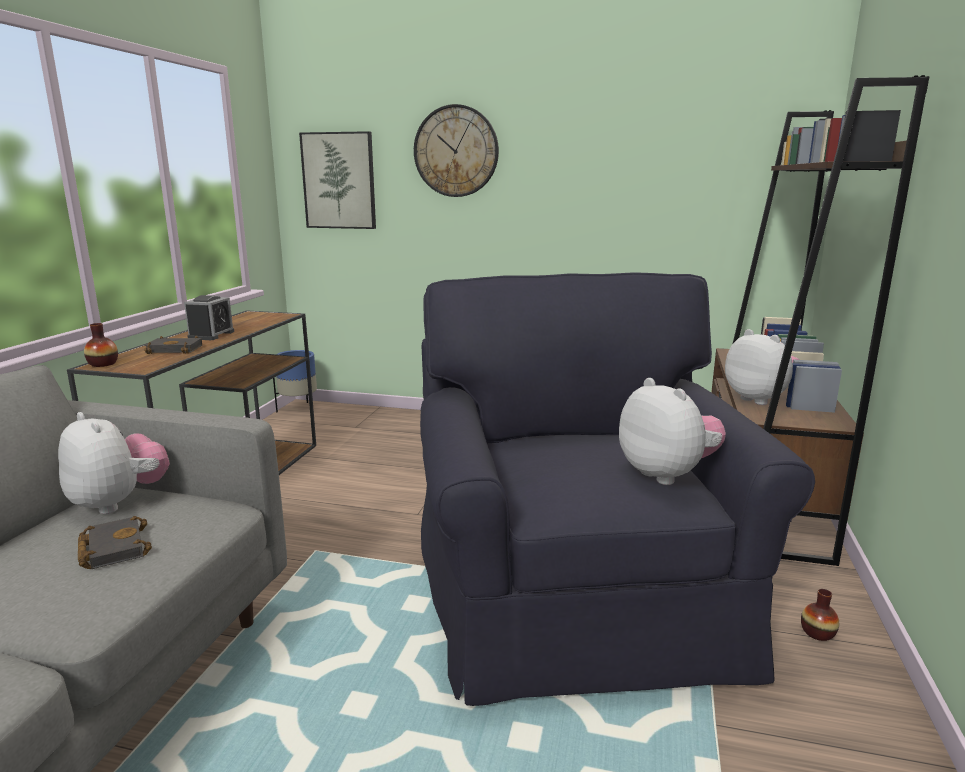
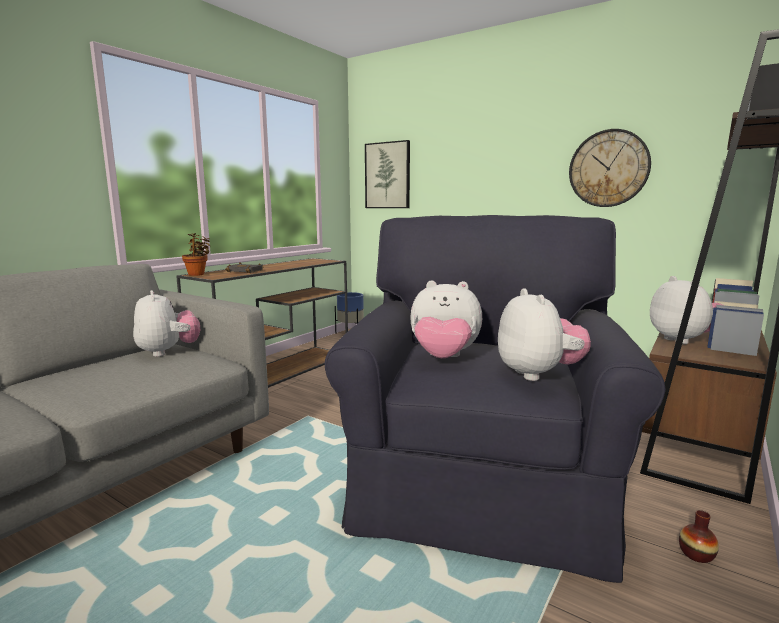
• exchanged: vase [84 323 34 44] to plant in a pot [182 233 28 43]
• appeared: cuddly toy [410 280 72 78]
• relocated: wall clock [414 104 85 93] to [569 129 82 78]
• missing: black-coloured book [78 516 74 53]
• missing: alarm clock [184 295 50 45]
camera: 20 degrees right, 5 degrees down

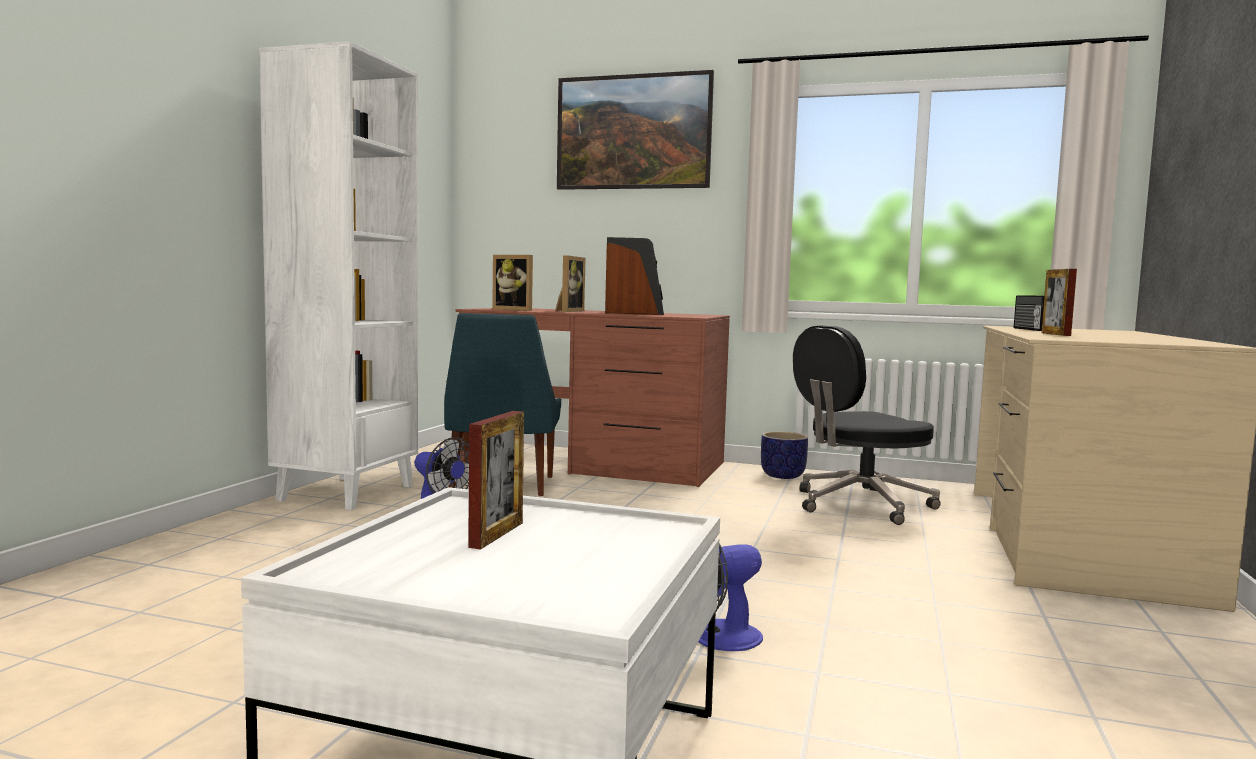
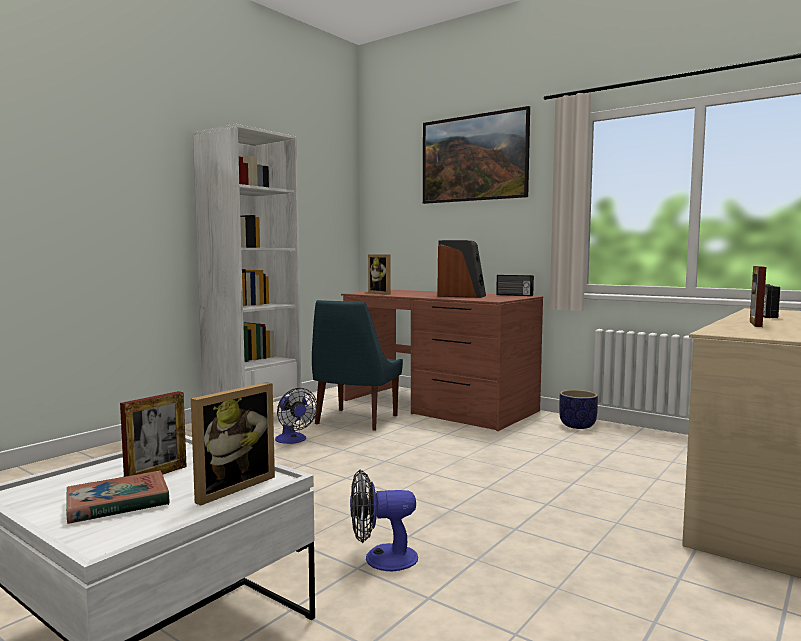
• appeared: book [66 470 104 54]
• relocated: photo frame [555 255 31 57] to [191 382 84 124]
• appeared: radio set [496 275 38 21]
• missing: black-coloured desk chair [793 325 148 200]
camera: 20 degrees right, 0 degrees up

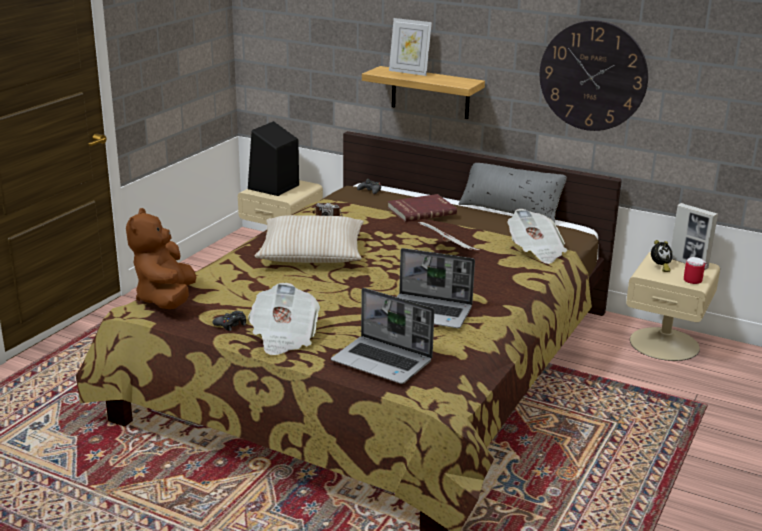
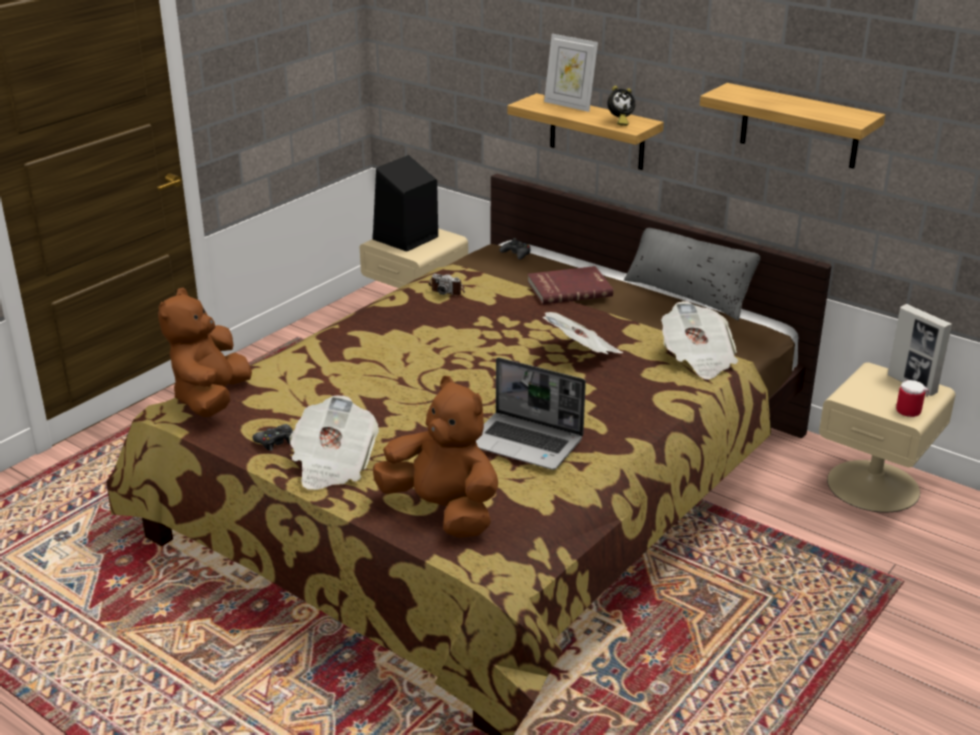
• exchanged: laptop [331 288 103 96] to brownish cuddly toy [373 376 125 162]
• relocated: alarm clock [651 240 22 32] to [608 86 27 40]
• exchanged: wall clock [540 21 108 110] to wall shelf [700 83 185 86]
• missing: beige-coloured pillow [255 215 109 48]
camera: 10 degrees right, 5 degrees up

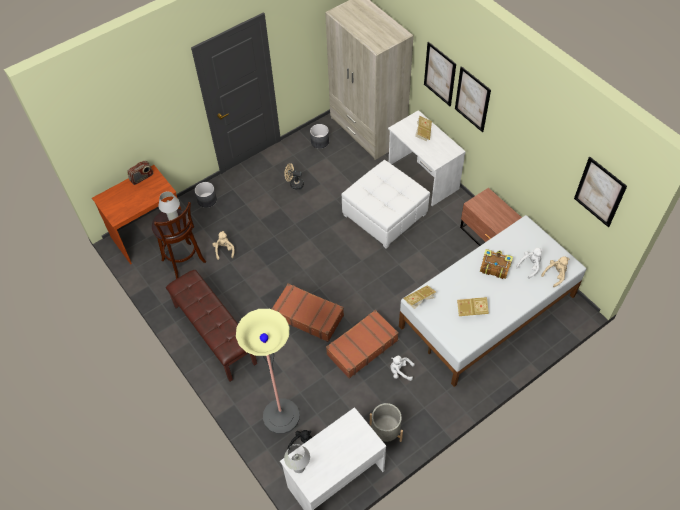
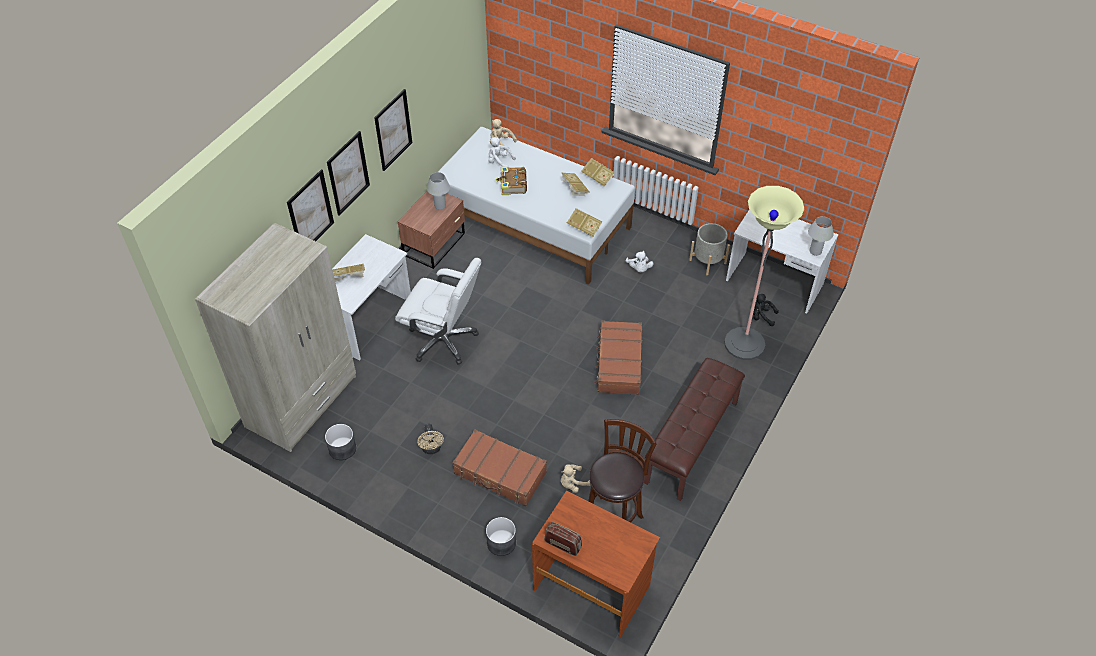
• relocated: picture [574 157 53 70] to [374 89 38 82]
• exchanged: white-coloured ottoman [342 160 88 89] to white-coloured desk chair [395 258 86 106]
• relocated: white-coloured table lamp [159 191 21 30] to [427 172 23 38]
• relocated: brownish suitcase [326 310 73 69] to [453 429 94 77]
• appeared: book [581 158 34 29]
camera: 115 degrees left, 5 degrees down

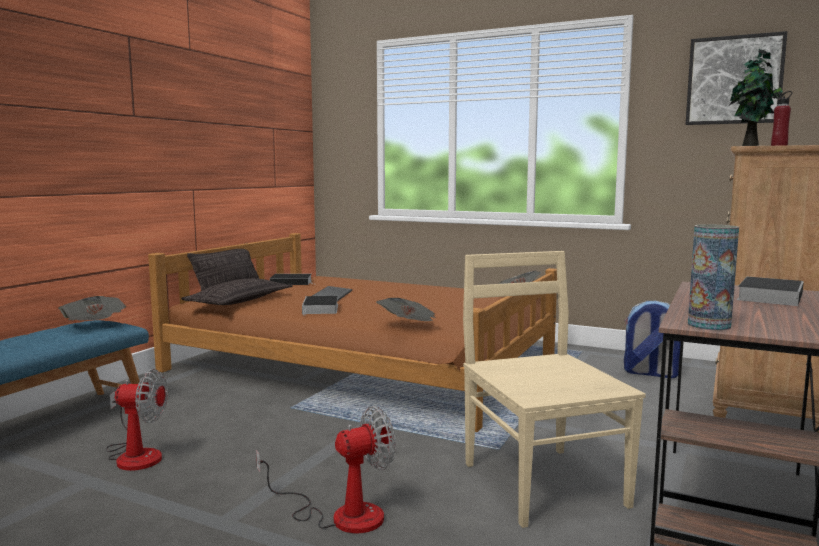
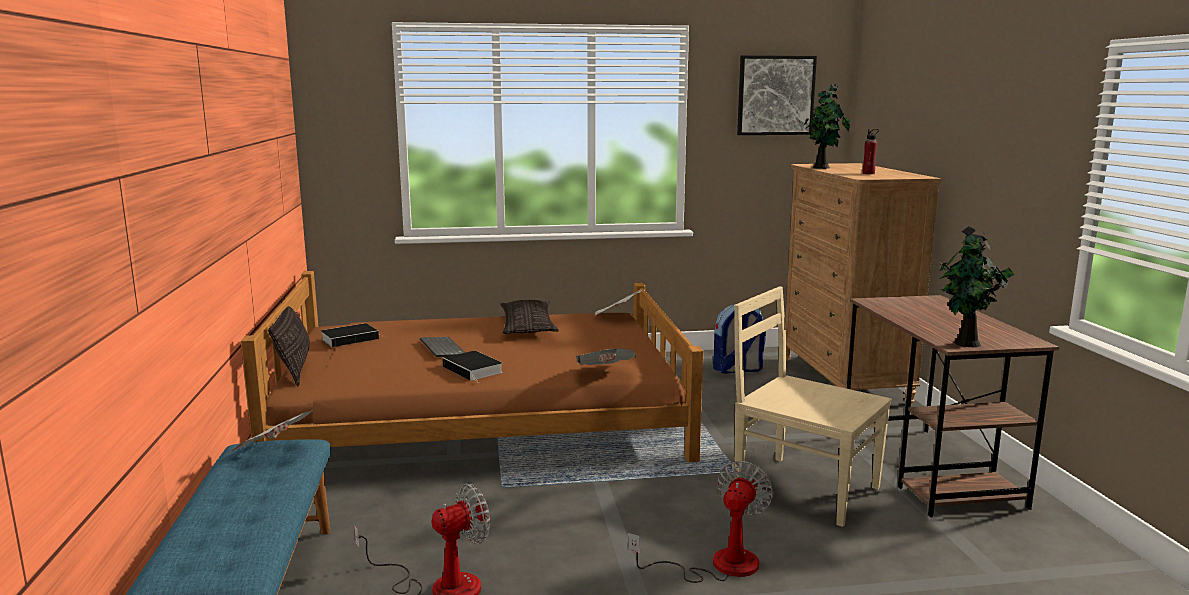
• relocated: pillow [181 278 111 27] to [500 300 59 34]
• exchanged: vase [688 224 51 107] to plant in a pot [939 226 76 121]
• missing: book [737 277 67 29]
camera: 35 degrees left, 5 degrees up

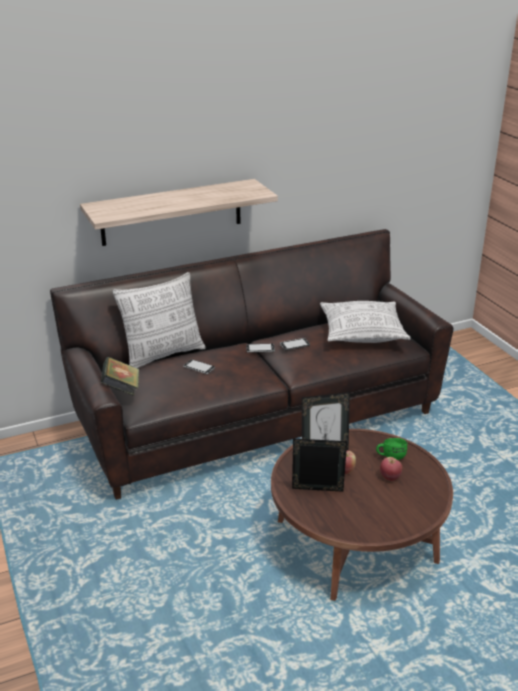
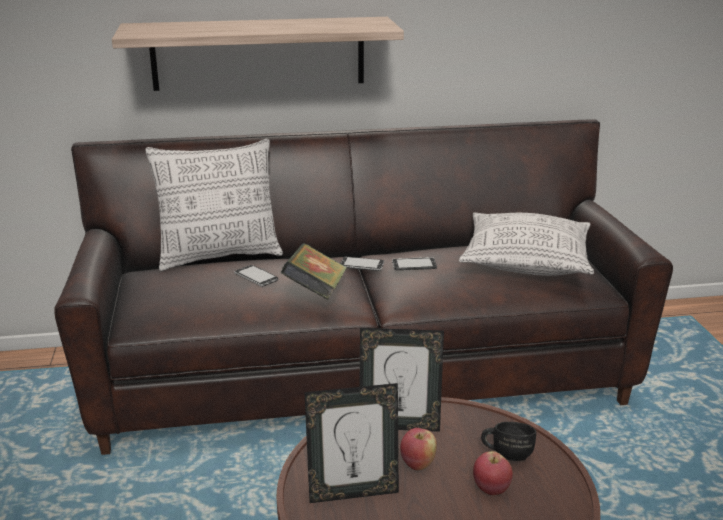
• relocated: book [101 357 38 39] to [281 243 66 57]
• spun: photo frame [292 438 55 54] = [304 383 95 120] 150 degrees clockwise
• colour: greenish mug [376 438 31 22] to black-coloured mug [481 422 55 39]
camera: 15 degrees right, 5 degrees down

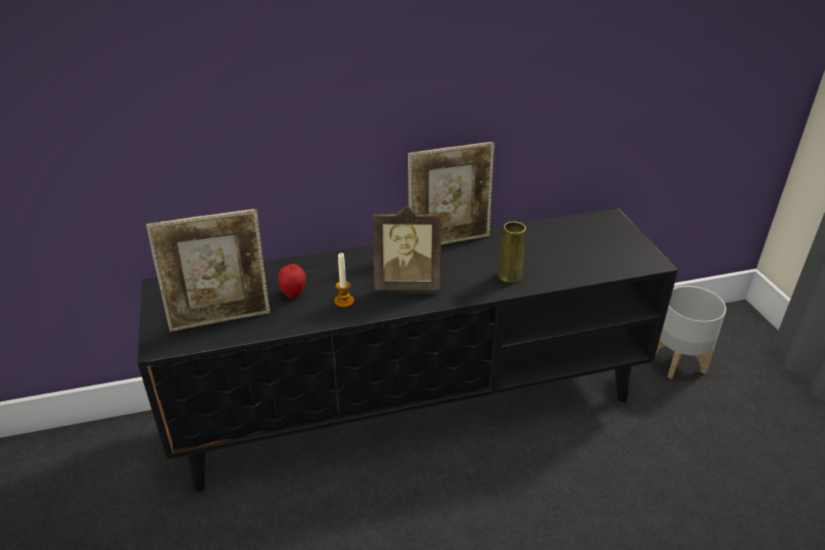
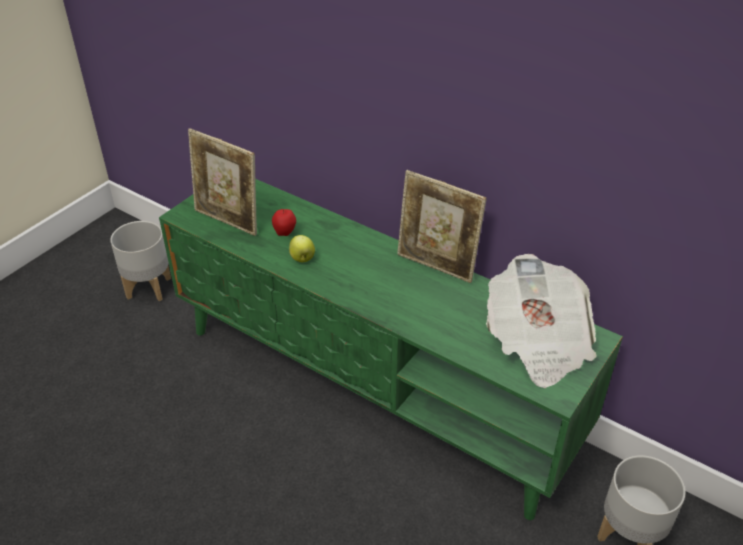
• appeared: grey planter [110 221 61 80]
• colour: black-coloured tv unit [137 208 541 284] to greenish tv unit [159 179 464 341]
• exchanged: wax candle [334 253 20 55] to whole apple [289 235 26 27]
• appeared: newspaper [486 254 110 134]
• missing: photo frame [373 206 69 85]
• missing: yellowish vase [498 221 28 62]
camera: 50 degrees right, 5 degrees up

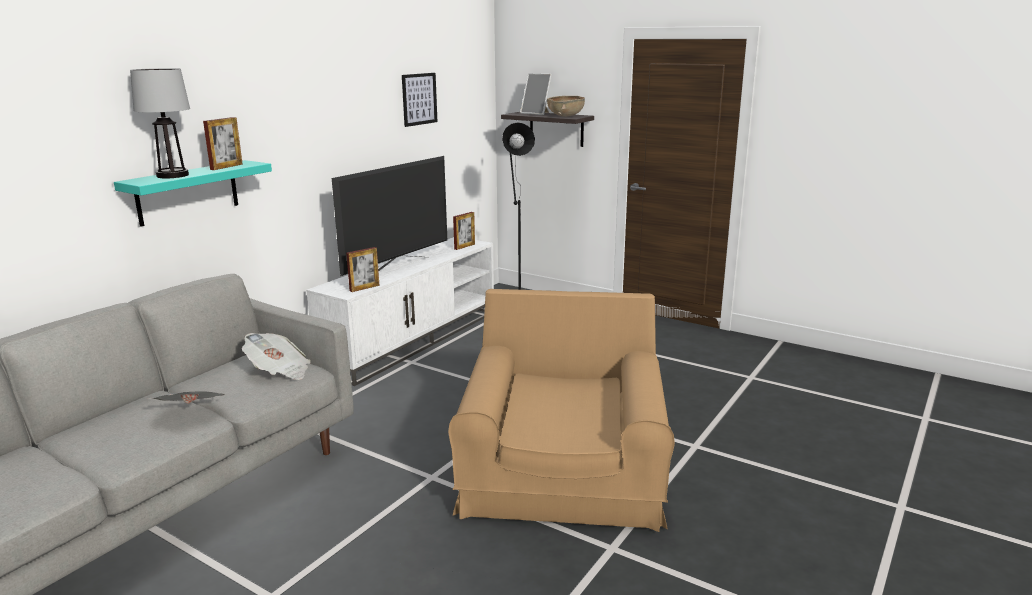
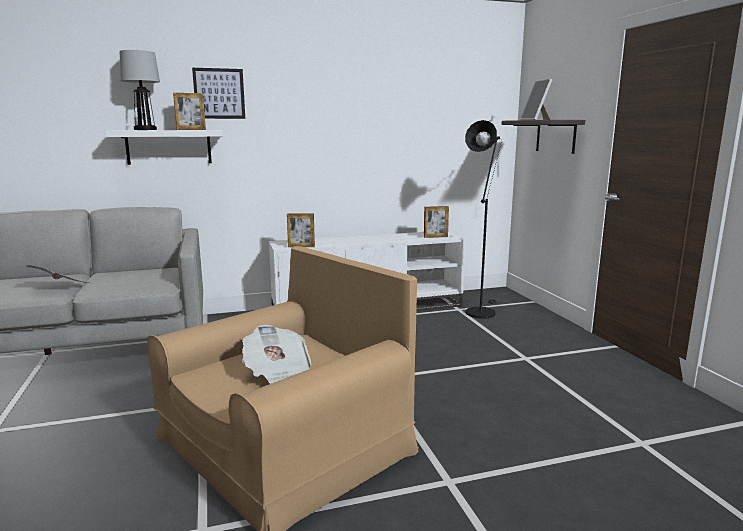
• colour: blue-green wall shelf [114 160 158 67] to white-coloured wall shelf [105 130 118 35]
• relocated: picture [402 73 36 54] to [192 68 53 51]
• relocated: newspaper [242 333 69 47] to [242 325 70 59]
• missing: TV [332 156 115 120]
• missing: brownish serving bowl [547 96 38 21]
camera: 40 degrees right, 5 degrees down

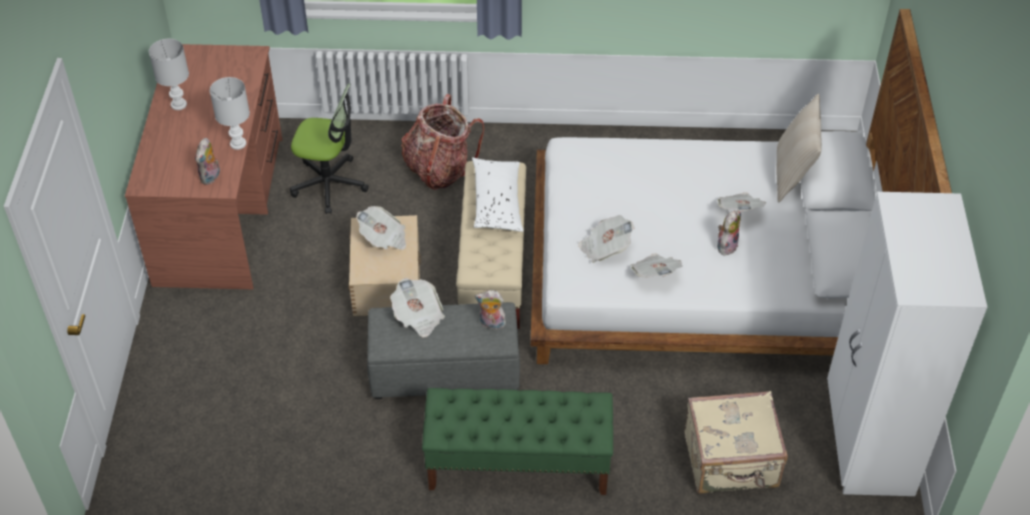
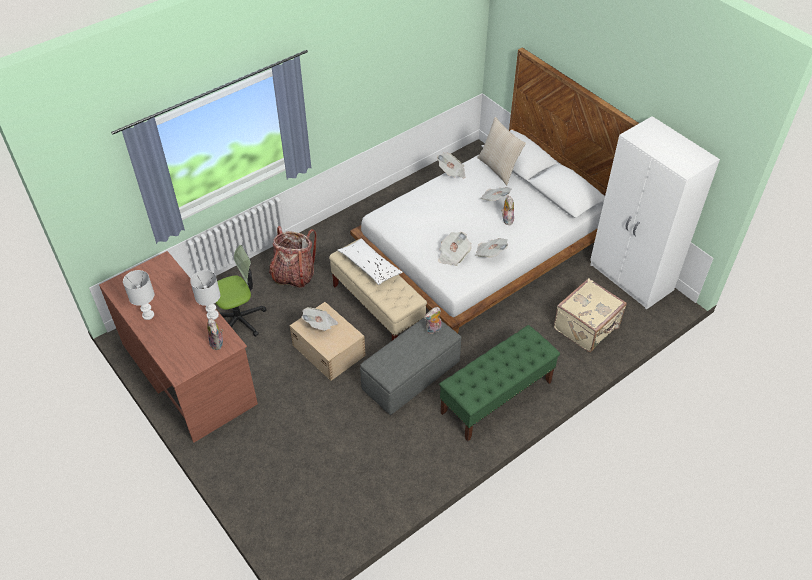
• relocated: newspaper [390 278 55 59] to [437 153 29 25]
camera: 40 degrees left, 0 degrees up

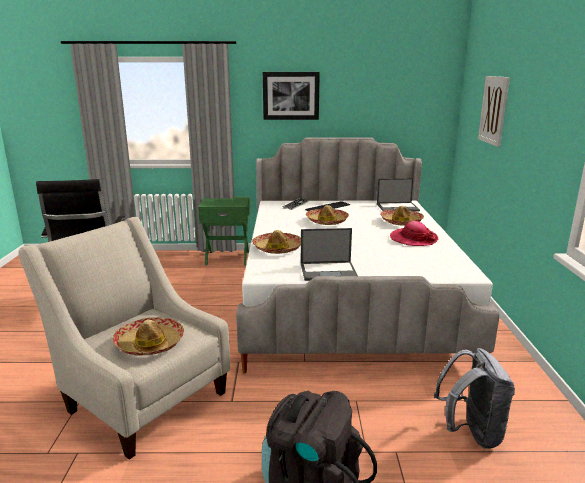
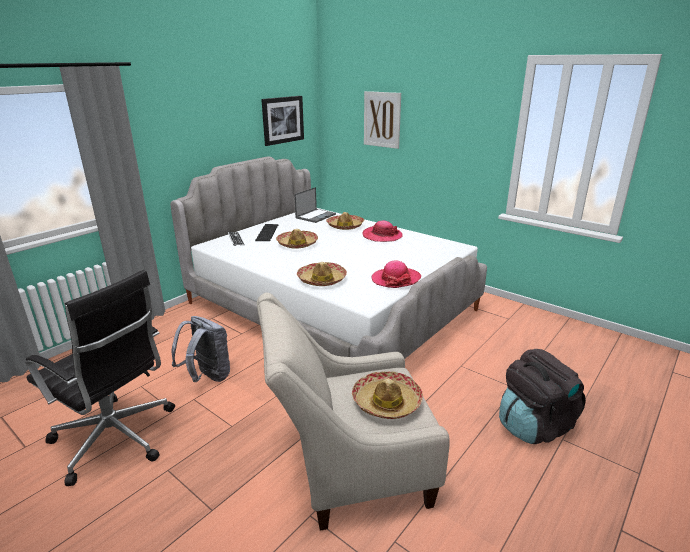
• relocated: grey backpack [434 348 81 101] to [171 316 59 66]
• relocated: picture [263 72 57 48] to [261 96 43 50]
• exchanged: laptop [301 228 57 53] to hat [372 261 49 27]
• missing: greenish nightstand [198 197 52 68]
camera: 50 degrees left, 5 degrees up

